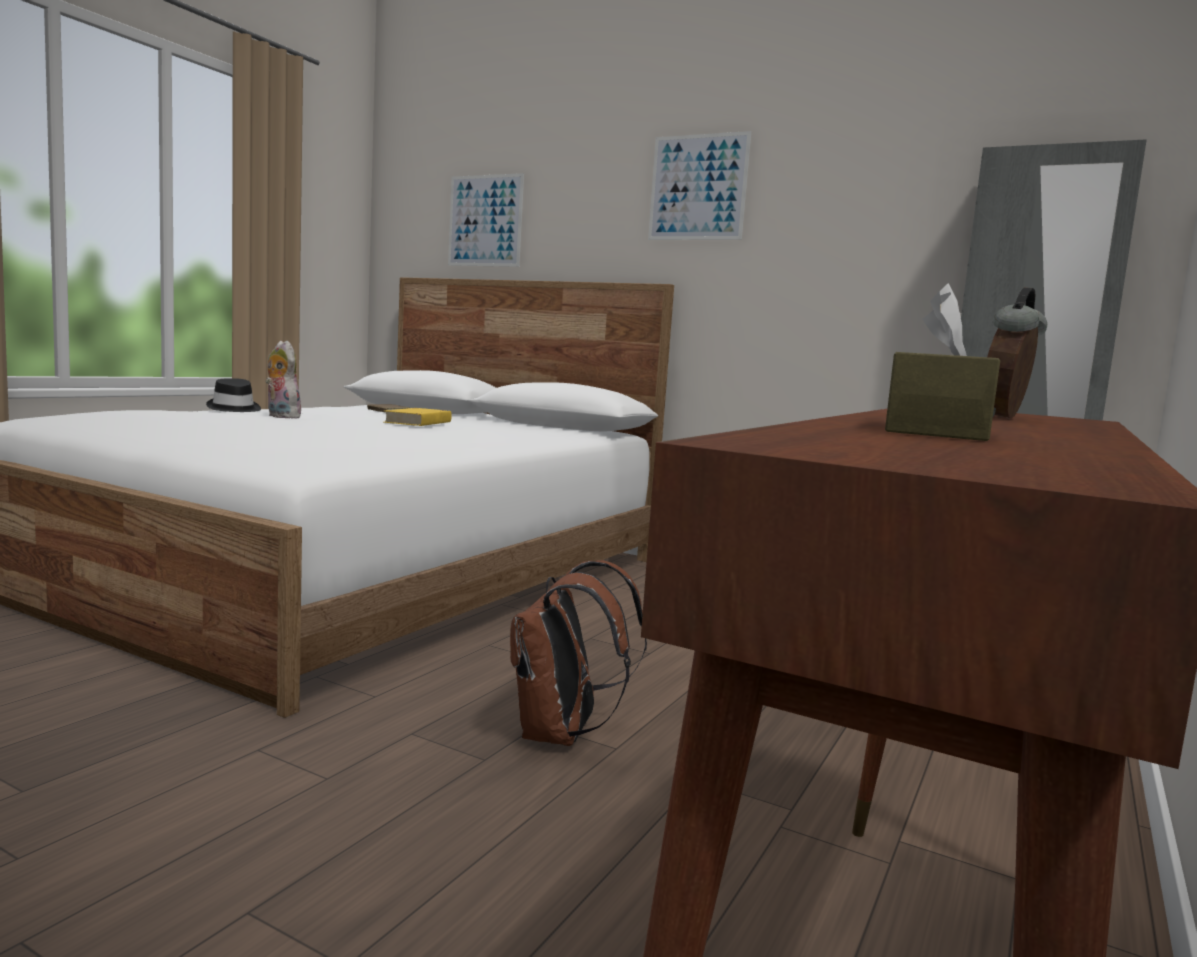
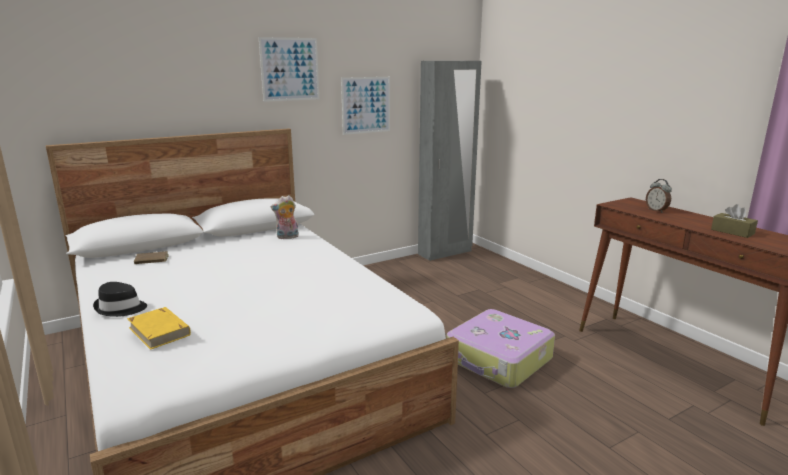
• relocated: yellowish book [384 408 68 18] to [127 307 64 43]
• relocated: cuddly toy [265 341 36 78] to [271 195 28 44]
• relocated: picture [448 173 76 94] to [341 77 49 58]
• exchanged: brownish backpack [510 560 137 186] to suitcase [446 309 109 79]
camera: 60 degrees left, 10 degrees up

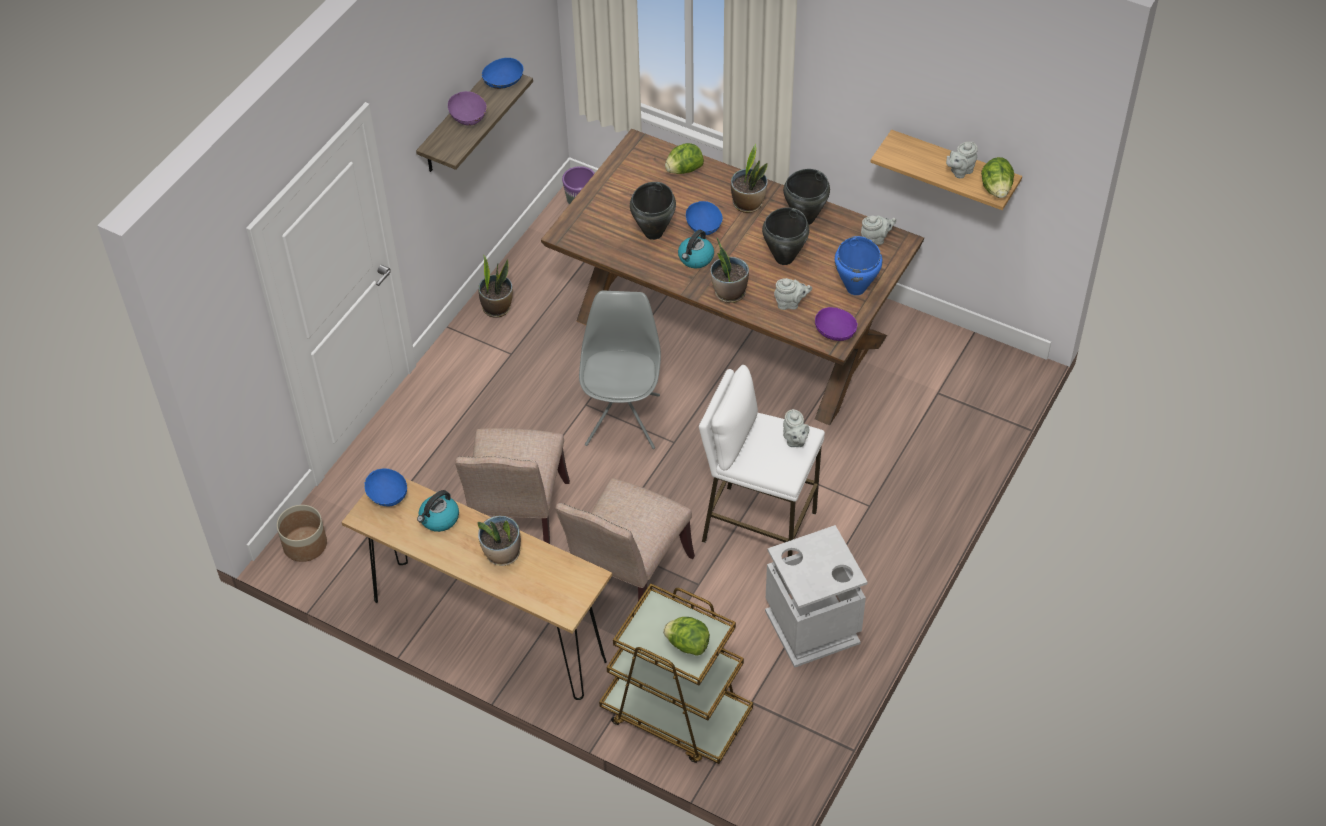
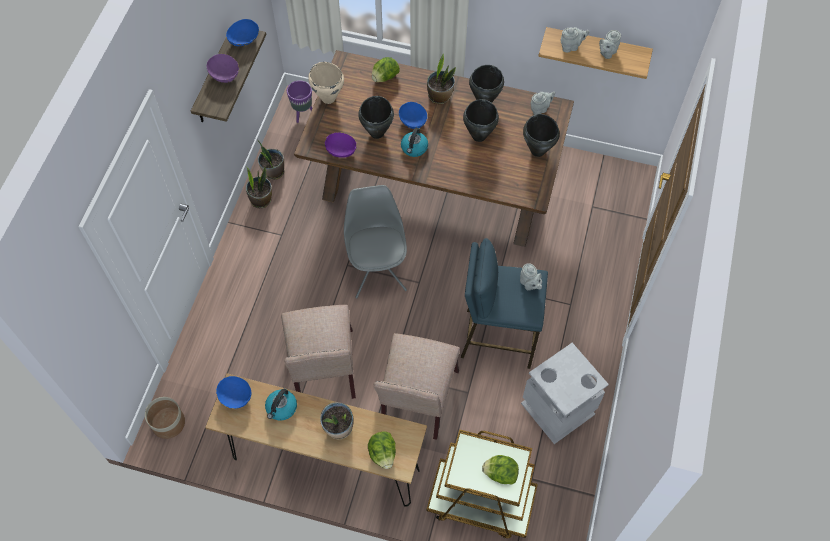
• relocated: plant in a pot [711 237 38 66] to [258 140 26 40]
• appeared: beige-coloured cooking pot [308 62 36 42]
• relocated: purplish serving bowl [815 307 42 34] to [325 132 31 26]
• relocated: lettuce head [981 157 33 41] to [368 431 28 38]
• colour: white-coloured stool seat [699 365 126 192] to bluish stool seat [461 238 87 131]
• colour: bluish cooking pot [835 236 48 59] to black-coloured cooking pot [523 114 37 43]
• relocated: grey pot for tea [774 278 38 32] to [561 27 28 26]
camera: 15 degrees left, 10 degrees up

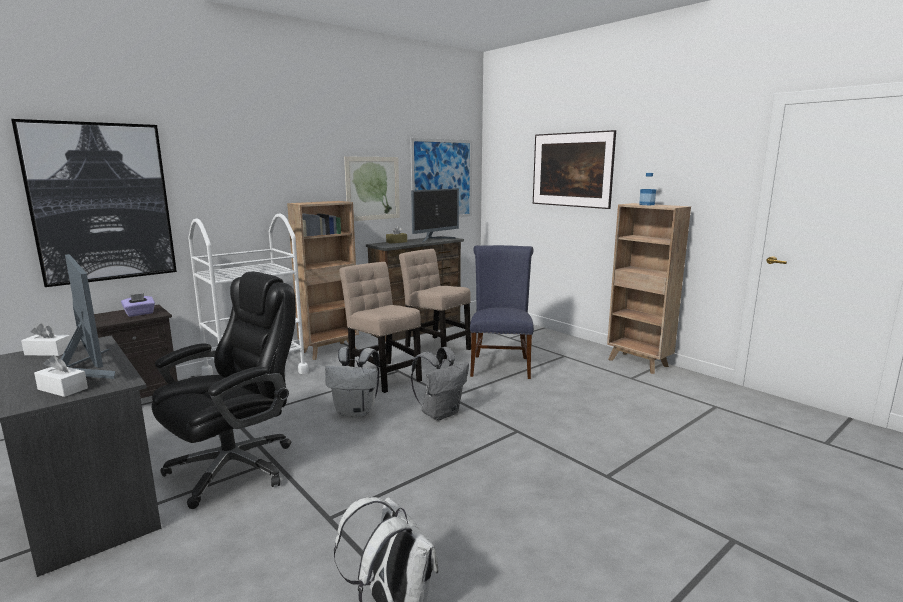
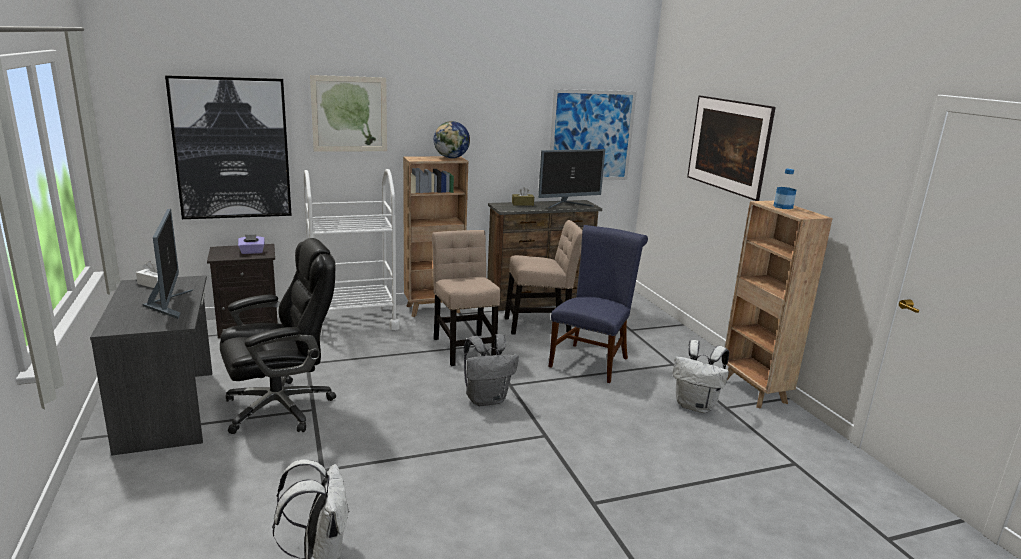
• relocated: picture [344 157 56 64] to [310 75 77 77]
• appeared: desk globe [434 121 36 37]
• spun: beige-coloured upright chair [399 249 72 110] = [504 220 78 115] 105 degrees clockwise
• relocated: white-coloured backpack [325 347 55 70] to [672 340 57 73]
• missing: white-coloured box of tissues [34 355 54 42]
camera: 20 degrees right, 5 degrees up

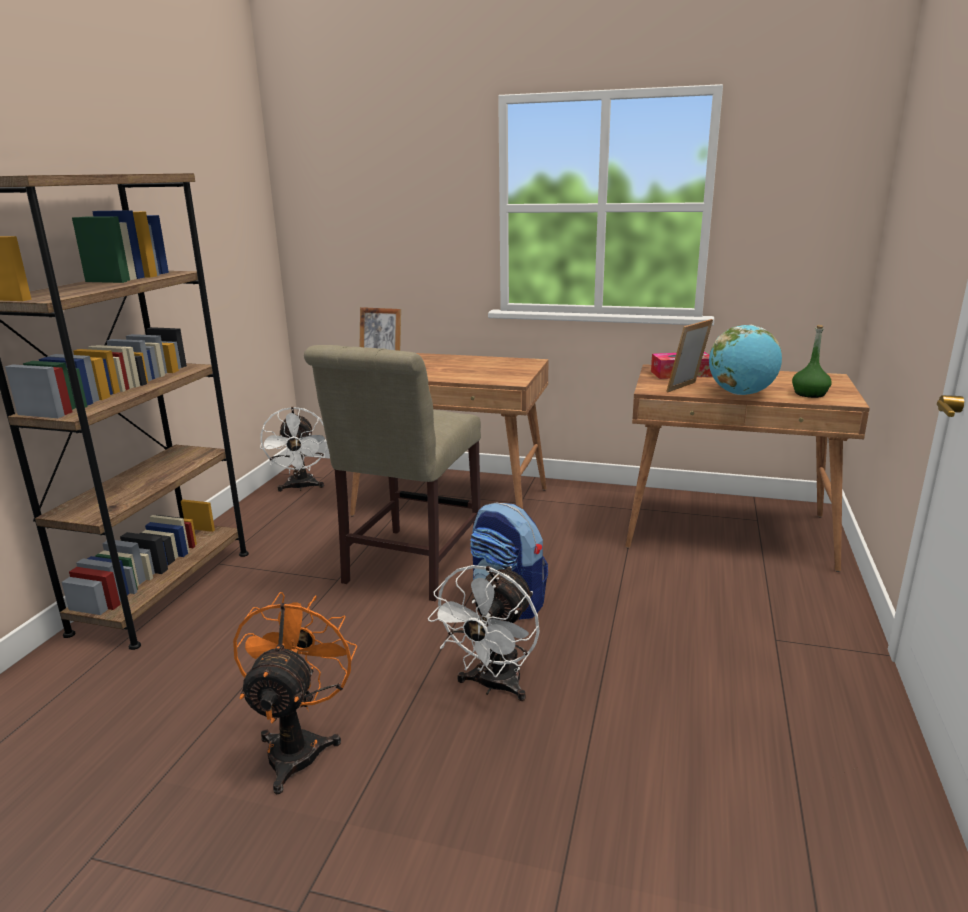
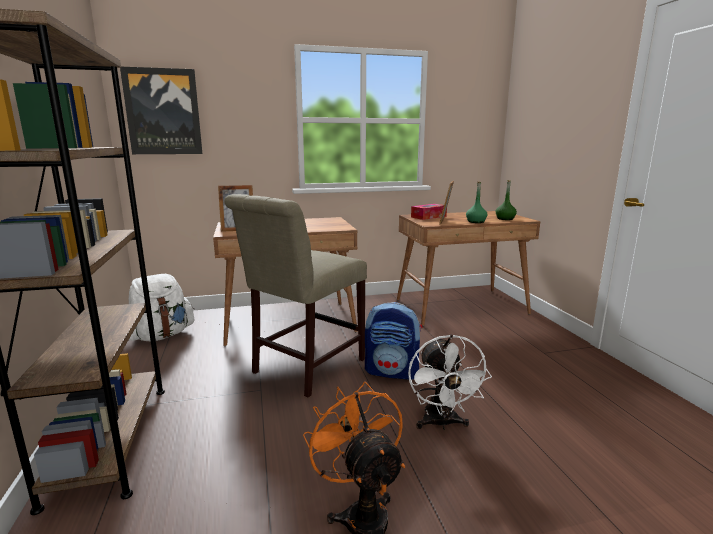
• appeared: picture [120 67 82 87]
• exchanged: white-coloured electric fan [260 407 68 85] to white-coloured backpack [129 274 65 67]
• spun: beige-coloured upright chair [304 345 177 256] = [224 194 143 203] 45 degrees clockwise
• exchanged: desk globe [709 325 73 70] to greenish beverage bottle [466 182 22 41]
camera: 30 degrees left, 5 degrees down

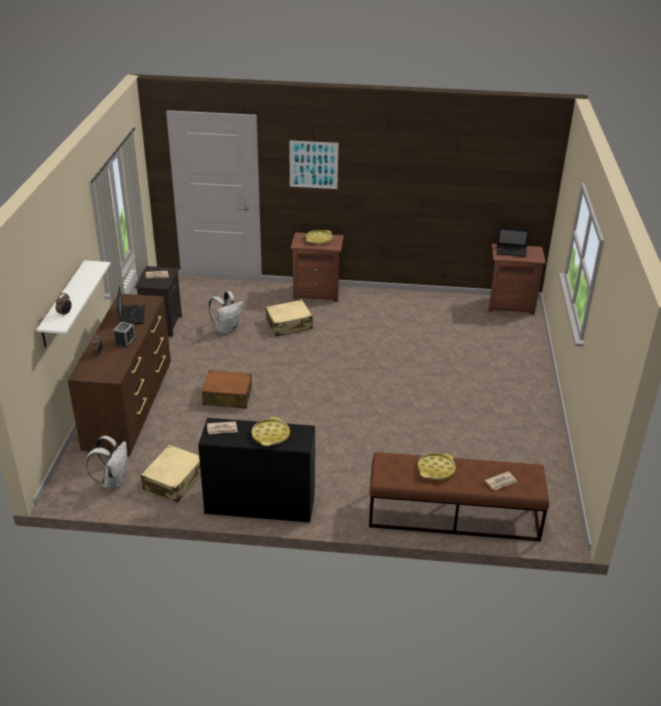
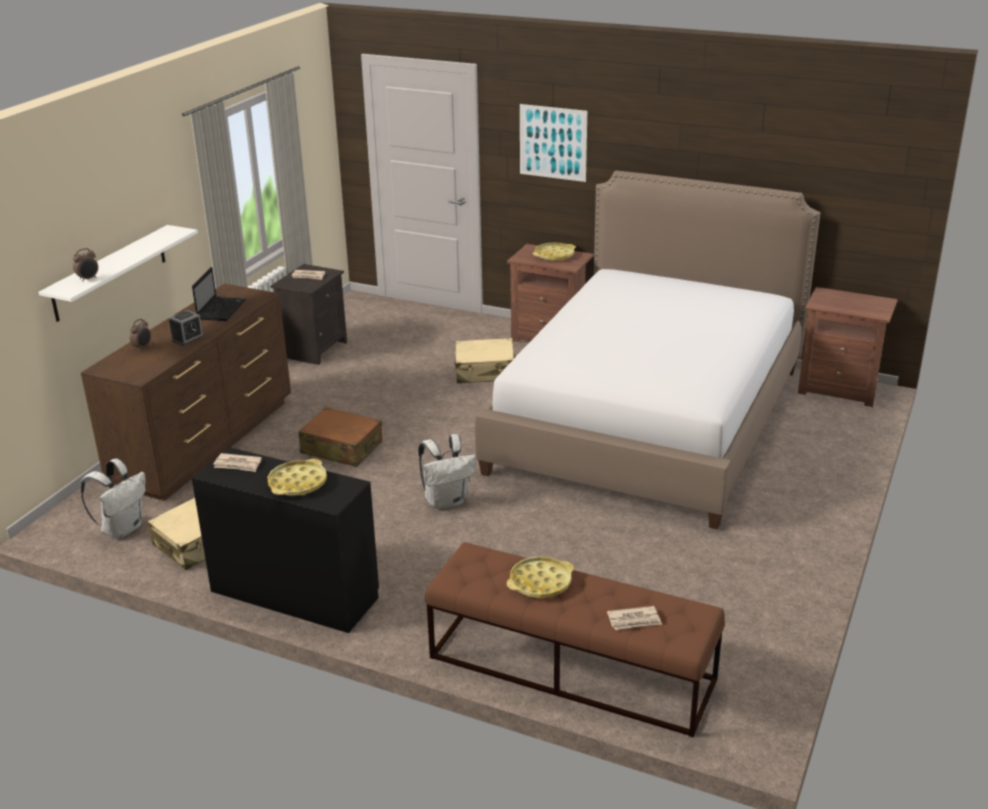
• relocated: white-coloured backpack [209 291 34 44] to [418 434 58 76]
• appeared: bed [475 170 345 360]
• missing: laptop [496 227 33 30]
camera: 20 degrees right, 5 degrees down

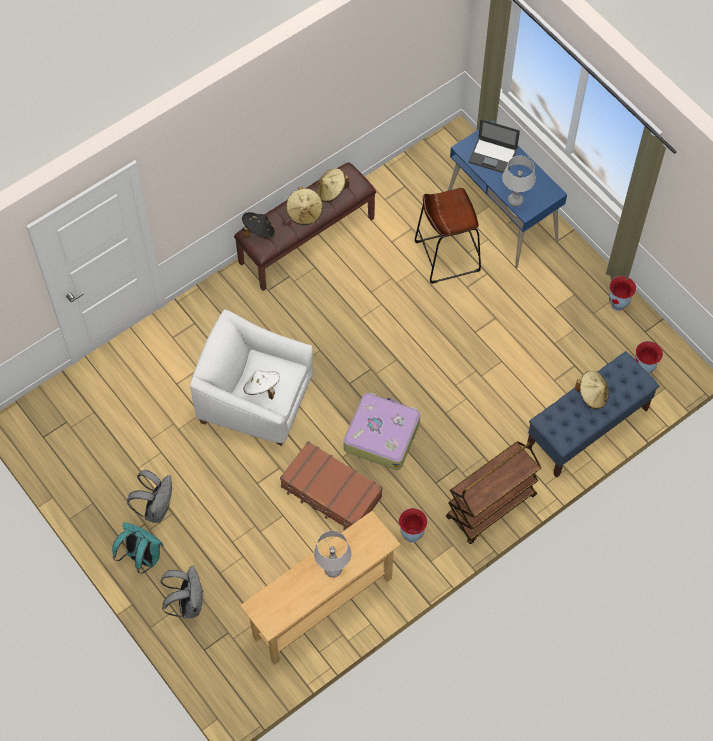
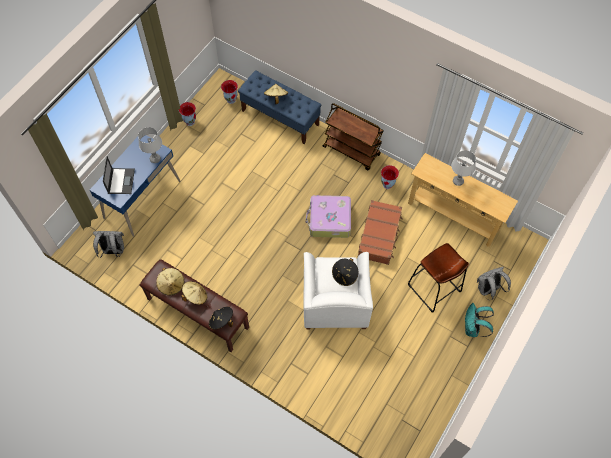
• relocated: grey backpack [127 470 45 53] to [93 231 31 27]
• colour: white-coloured hat [244 371 36 29] to black-coloured hat [332 258 27 28]
• relocated: brownish stool seat [415 188 66 96] to [408 243 61 69]
camera: 110 degrees left, 0 degrees up

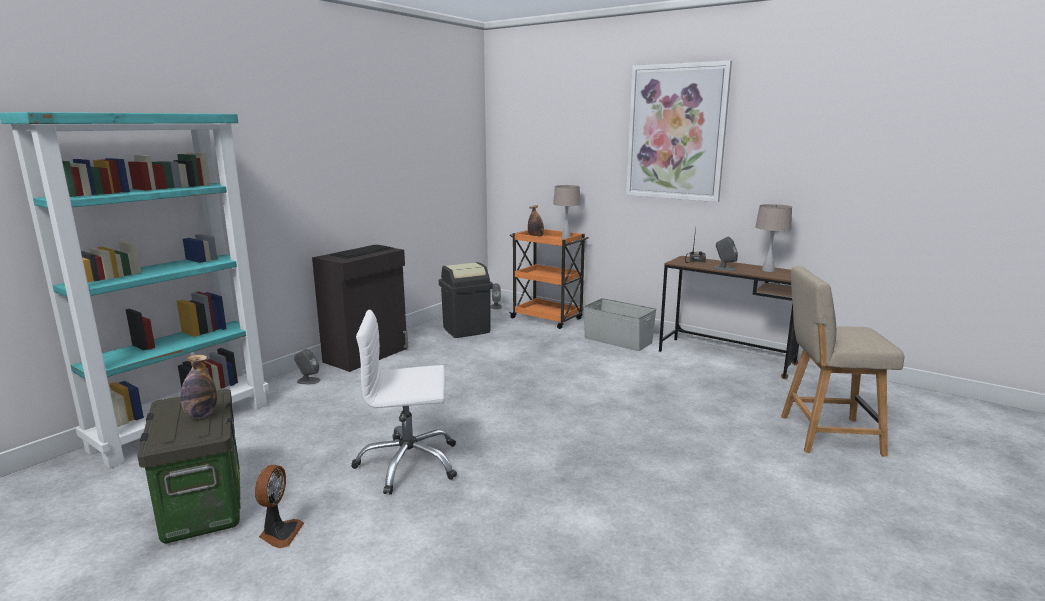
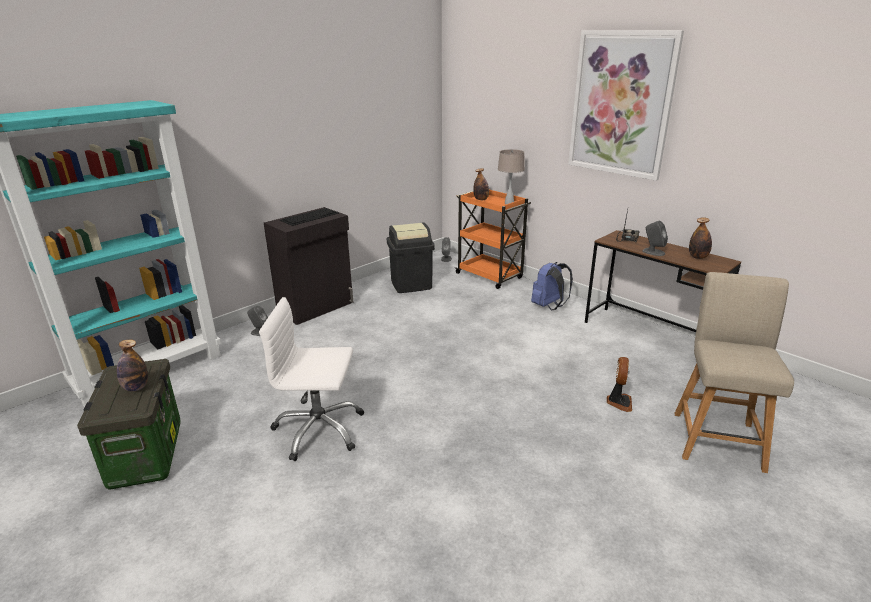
• exchanged: grey storage bin [583 298 73 53] to bluish backpack [531 262 42 49]
• relocated: electric fan [255 465 49 83] to [607 357 25 55]
• spun: beige-coloured upright chair [781 266 124 191] = [675 272 119 201] 90 degrees clockwise
• exchanged: beige-coloured table lamp [755 204 37 68] to beverage bottle [689 217 23 42]
camera: 10 degrees right, 10 degrees up

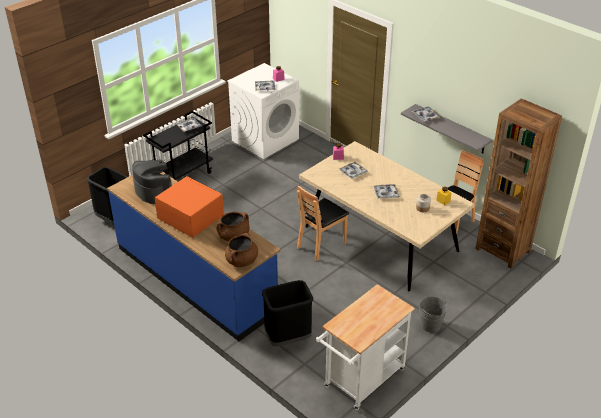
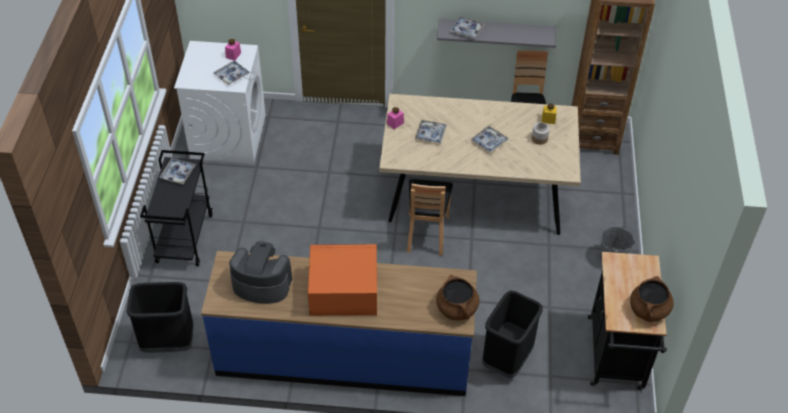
• colour: white-coloured wheeled cart [316 284 99 126] to black-coloured wheeled cart [588 252 79 138]
• relocated: brownish cooking pot [216 212 33 29] to [630 276 44 46]
camera: 40 degrees left, 10 degrees up

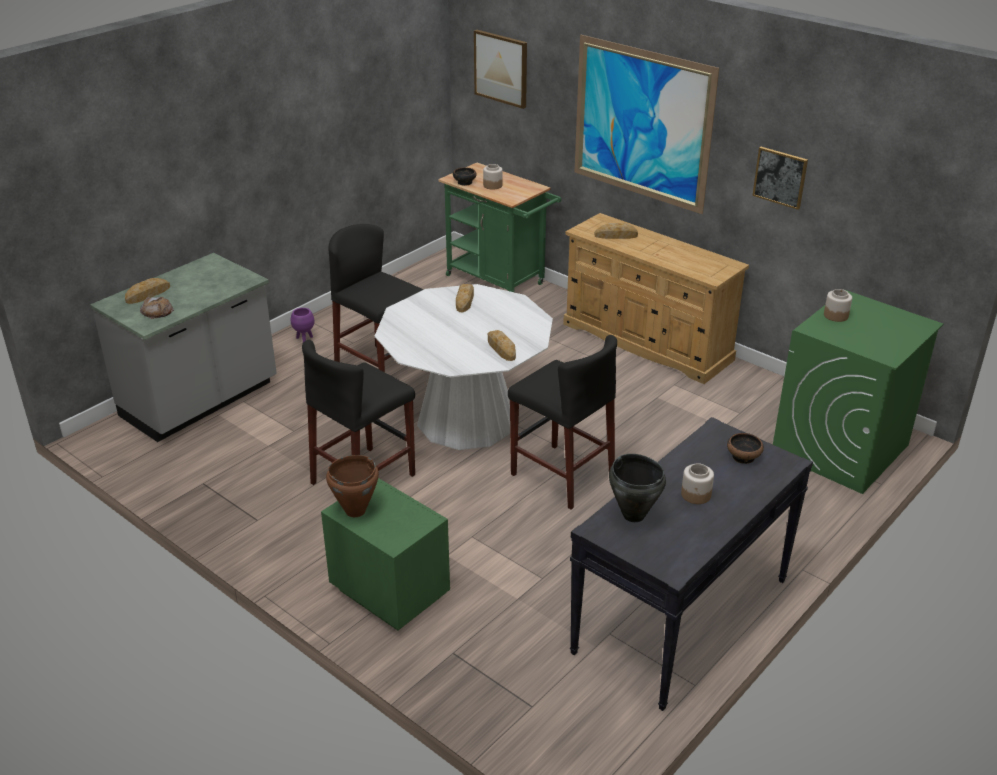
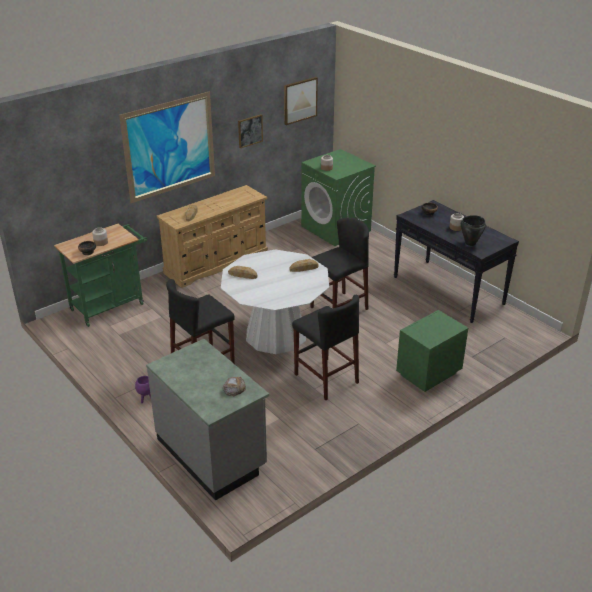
• relocated: picture [474 30 53 79] to [284 77 34 48]
• missing: bread [125 278 45 26]
• missing: brownish cooking pot [326 455 53 62]
camera: 80 degrees left, 0 degrees up

